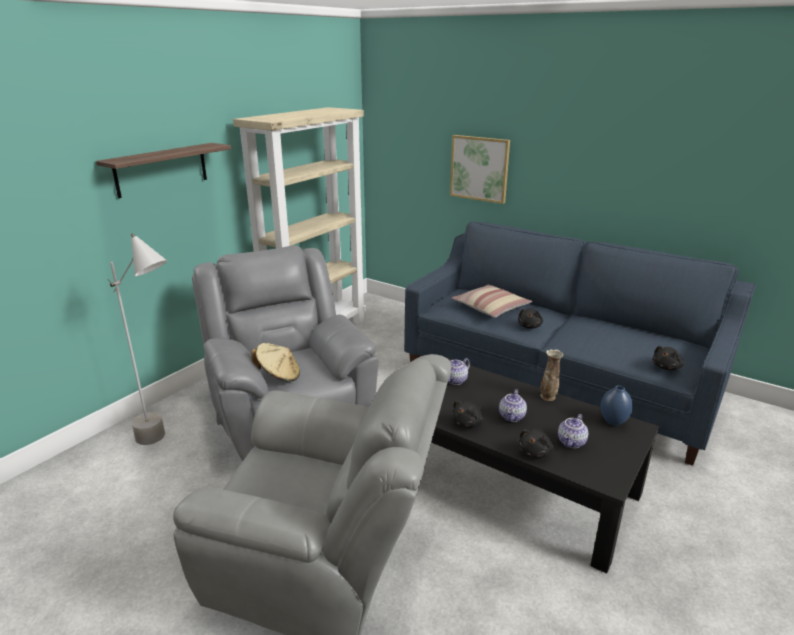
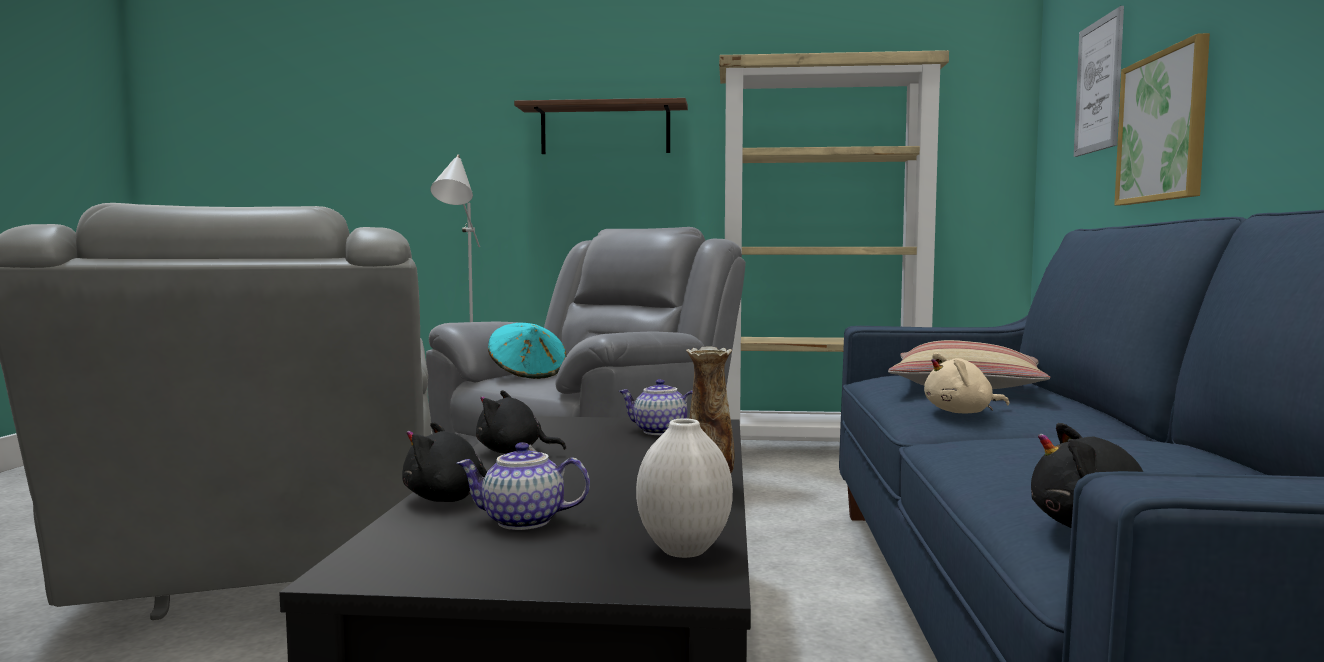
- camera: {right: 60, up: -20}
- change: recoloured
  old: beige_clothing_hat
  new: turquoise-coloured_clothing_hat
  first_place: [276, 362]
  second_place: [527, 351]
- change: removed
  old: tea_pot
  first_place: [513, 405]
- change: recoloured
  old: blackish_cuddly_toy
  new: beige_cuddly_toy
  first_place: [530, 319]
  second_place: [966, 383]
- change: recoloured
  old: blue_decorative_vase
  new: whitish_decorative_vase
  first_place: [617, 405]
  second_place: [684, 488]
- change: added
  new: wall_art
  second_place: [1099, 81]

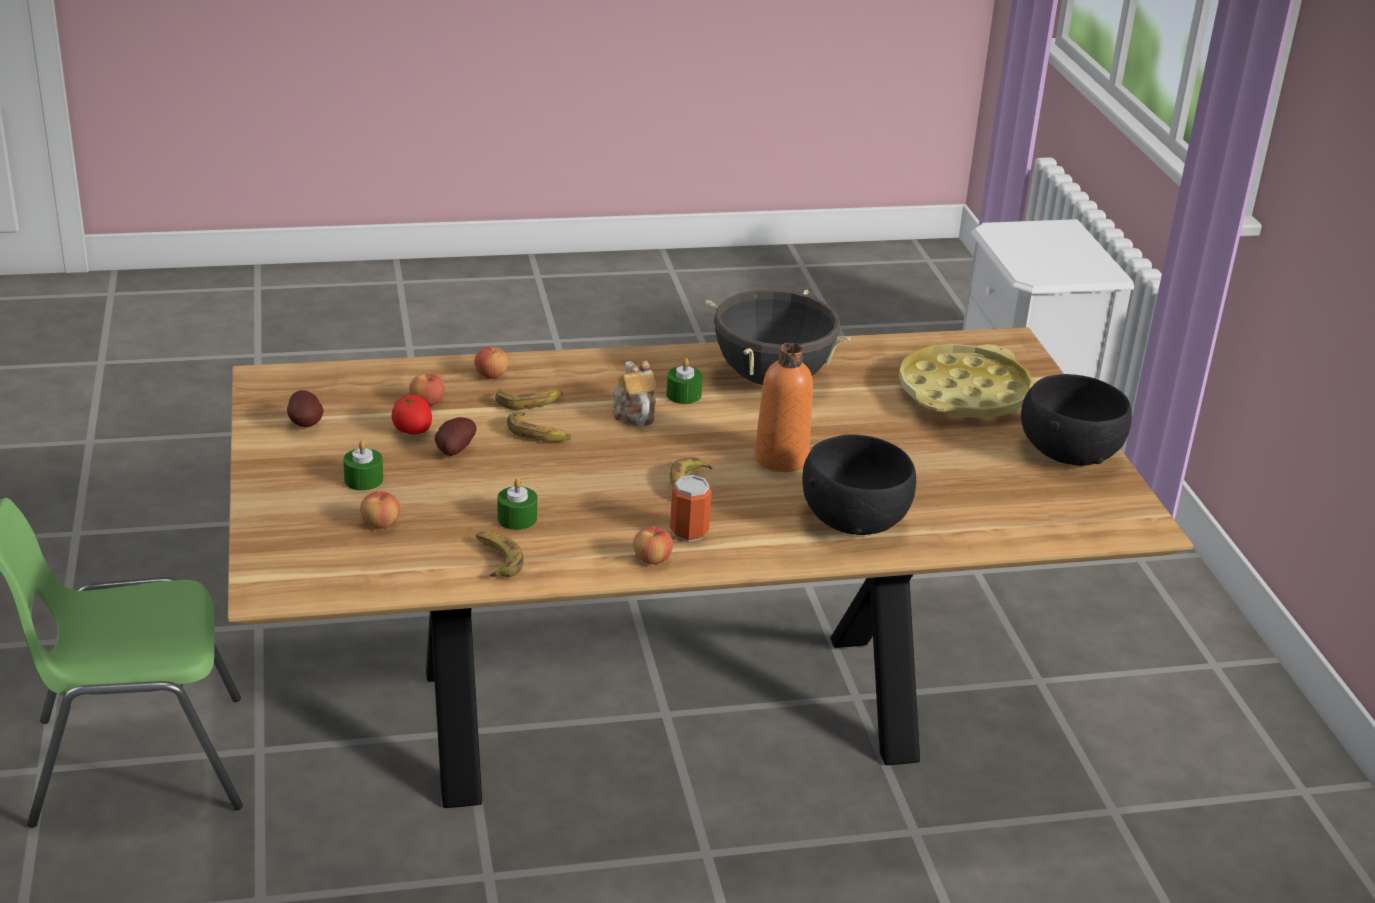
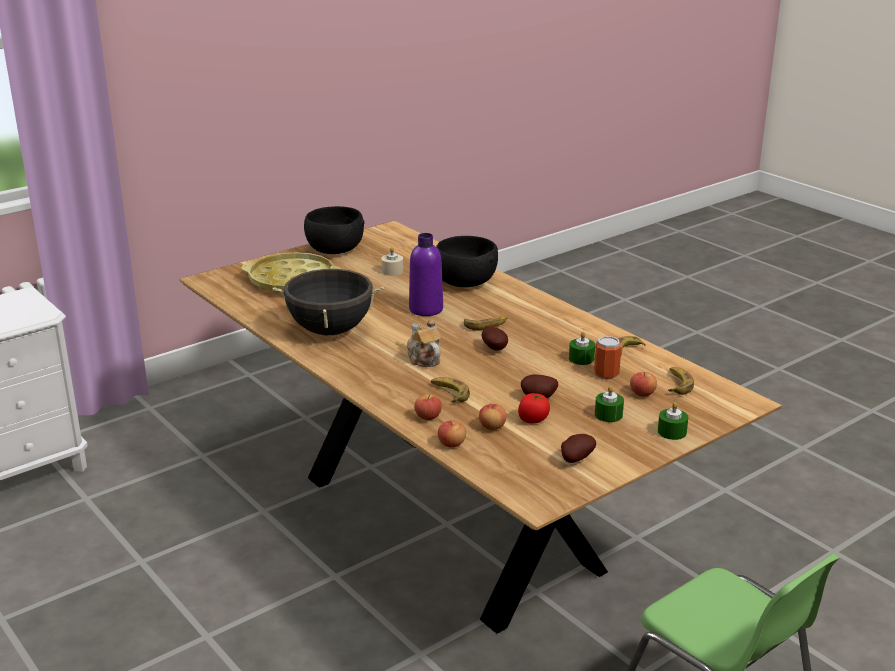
- camera: {right: -115, up: -5}
- change: moved
  old: banana
  first_place: [539, 427]
  second_place: [681, 381]
- change: turned
  old: tea_pot
  first_place: [635, 393]
  second_place: [424, 343]
  degrees: 105
- change: moved
  old: apple
  first_place: [653, 545]
  second_place: [452, 434]
- change: moved
  old: green-coloured_candle
  first_place: [684, 381]
  second_place: [673, 421]
- change: moved
  old: can
  first_place: [691, 508]
  second_place: [607, 358]
- change: recoloured
  old: orange_bottle
  new: purplish_bottle
  first_place: [783, 407]
  second_place: [426, 274]
- change: added
  new: beige_candle
  second_place: [392, 261]
- change: added
  new: spud
  second_place: [495, 338]

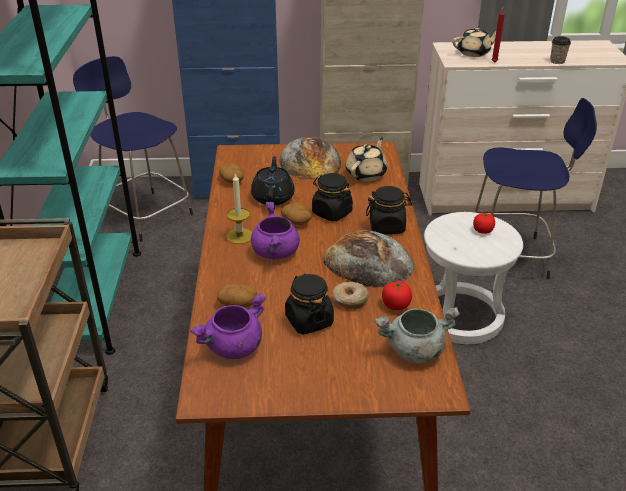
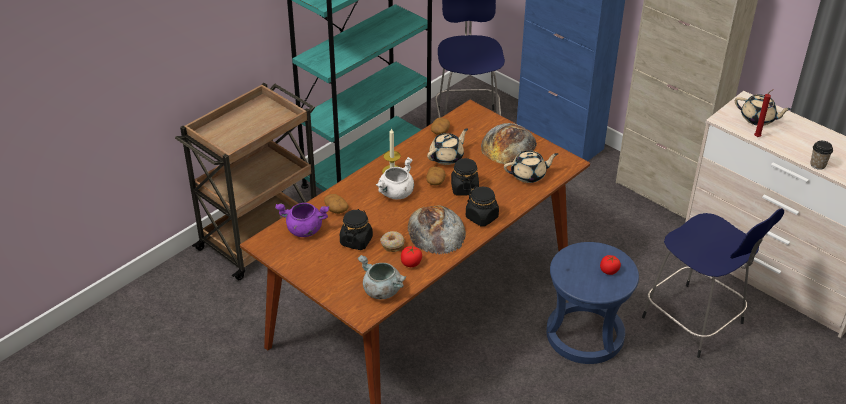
- camera: {right: 45, up: 5}
- change: recoloured
  old: blackish_tea_pot
  new: beige_tea_pot
  first_place: [273, 180]
  second_place: [447, 146]
- change: recoloured
  old: purplish_stockpot
  new: whitish_stockpot
  first_place: [275, 230]
  second_place: [395, 178]
- change: recoloured
  old: whitish_stool_seat
  new: blue_stool_seat
  first_place: [473, 278]
  second_place: [592, 303]

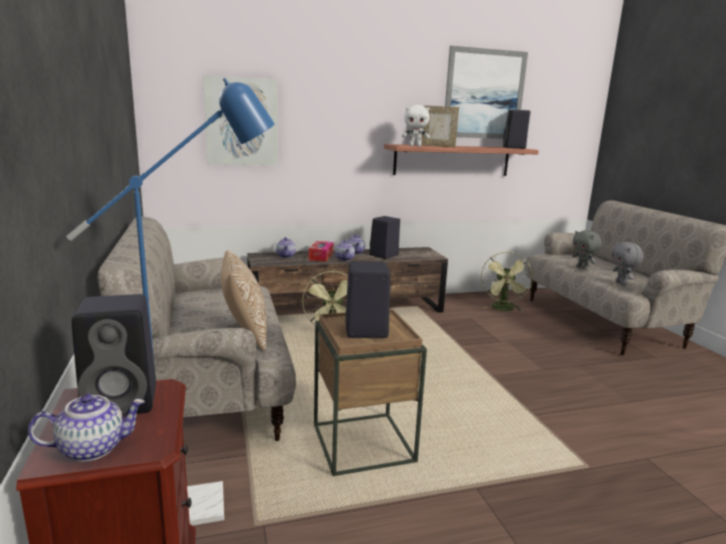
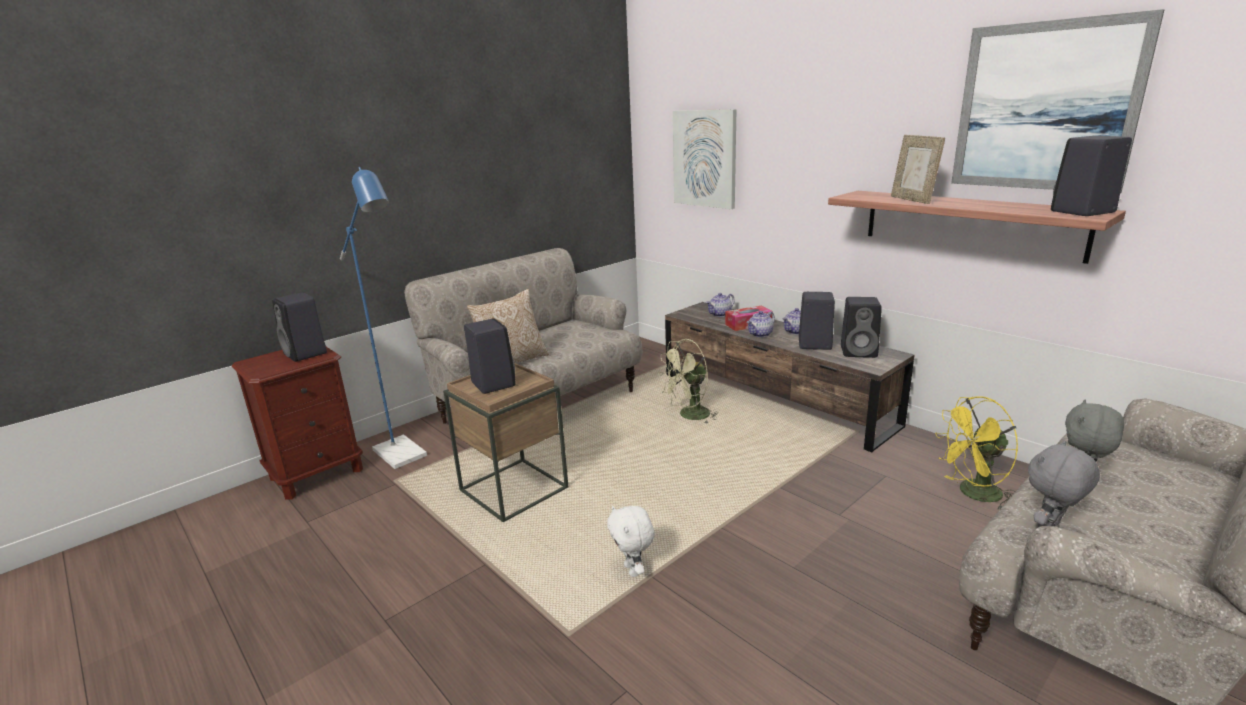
- camera: {right: 65, up: 5}
- change: removed
  old: tea_pot
  first_place: [86, 428]
- change: moved
  old: whitish_cuddly_toy
  first_place: [416, 126]
  second_place: [631, 541]
- change: recoloured
  old: green-coloured_fan
  new: yellow-coloured_fan
  first_place: [507, 281]
  second_place: [976, 453]
- change: added
  new: blackish_audio_speaker
  second_place: [861, 327]

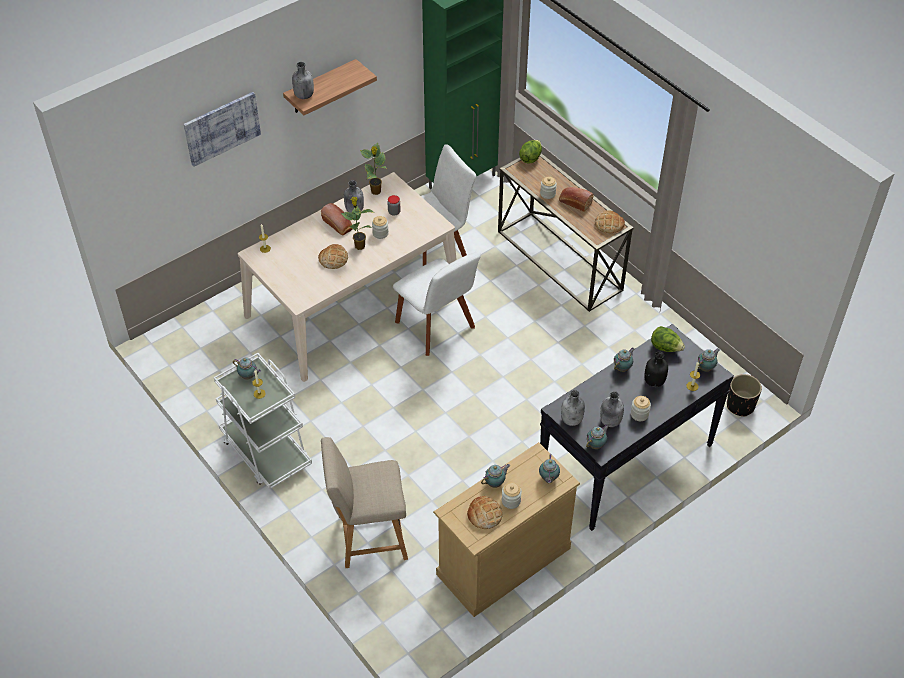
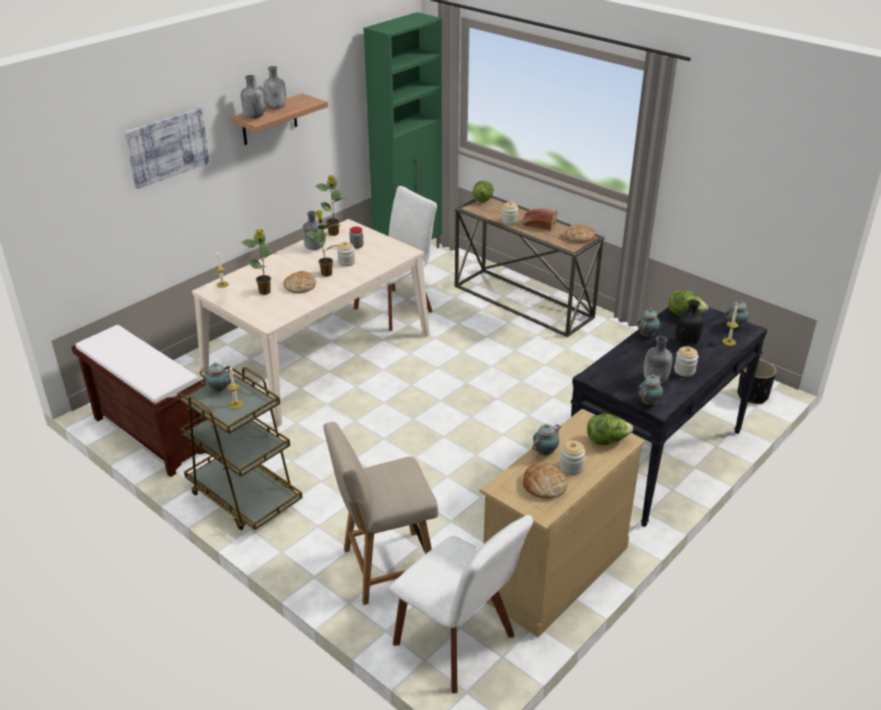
- camera: {right: -10, up: -15}
- change: recoloured
  old: whitish_wheeled_cart
  new: brown-coloured_wheeled_cart
  first_place: [262, 421]
  second_place: [239, 448]
- change: removed
  old: bakery_bread
  first_place: [336, 219]
- change: moved
  old: whitish_plain_chair
  first_place: [437, 303]
  second_place: [461, 604]
- change: replaced
  old: tea_pot
  new: head_of_lettuce
  first_place: [549, 468]
  second_place: [610, 429]
- change: moved
  old: greyish_bottle
  first_place: [573, 408]
  second_place: [274, 87]
- change: added
  new: brown-coloured_indoor_bench
  second_place: [140, 401]
- change: added
  new: plant_in_a_pot
  second_place: [258, 262]

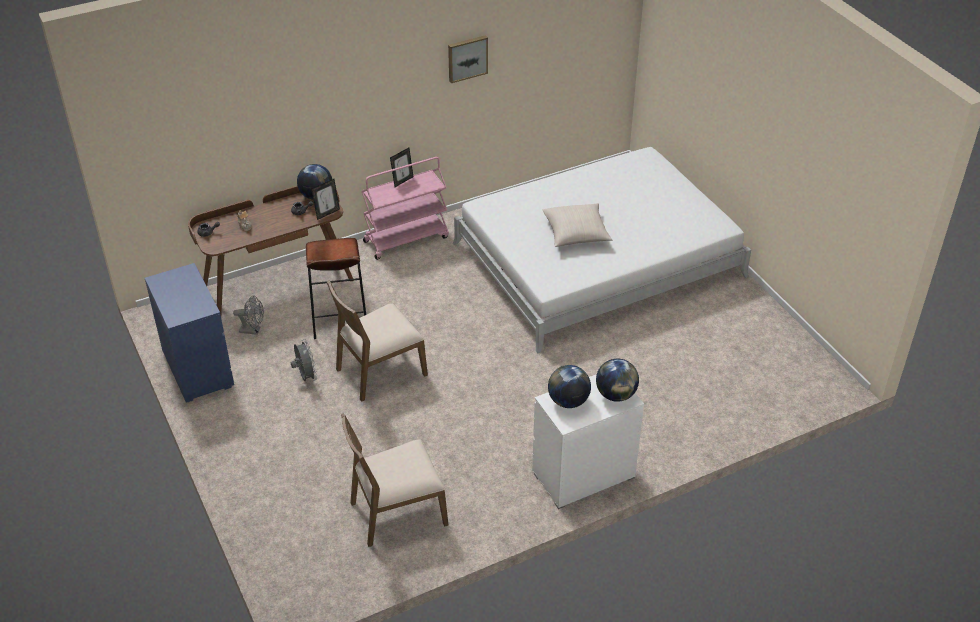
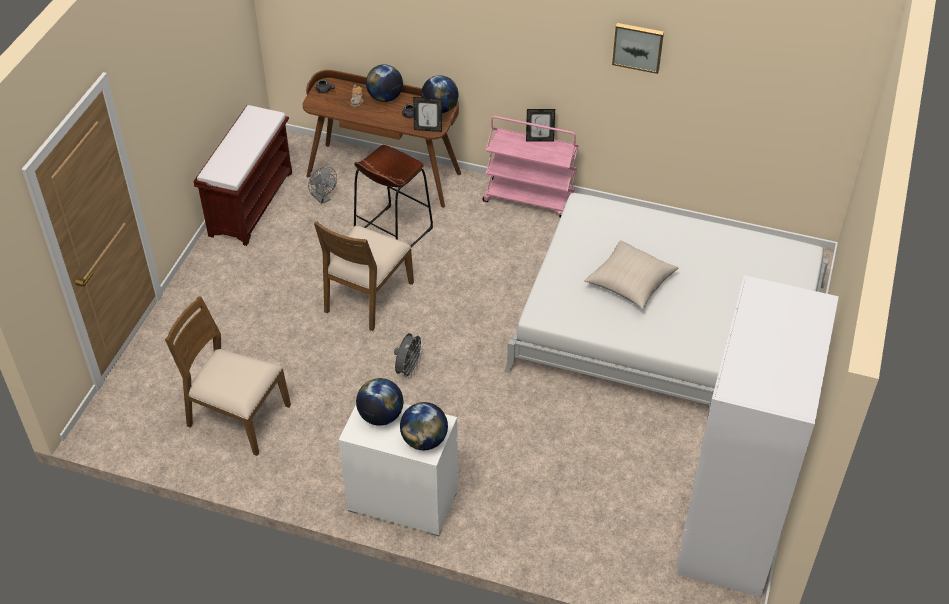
- camera: {right: 45, up: 5}
- change: replaced
  old: blue_chest_of_drawers
  new: brown-coloured_indoor_bench
  first_place: [189, 333]
  second_place: [243, 175]
- change: moved
  old: greyish_fan
  first_place: [304, 360]
  second_place: [409, 356]
- change: turned
  old: brown-coloured_plain_chair
  first_place: [377, 341]
  second_place: [364, 276]
  degrees: -75
- change: added
  new: desk_globe
  second_place: [384, 83]
- change: added
  new: whitish_wardrobe
  second_place: [757, 436]

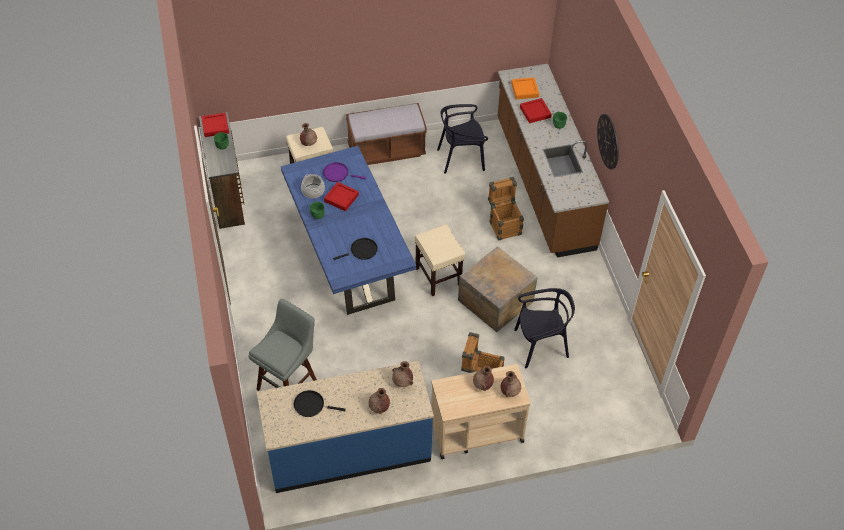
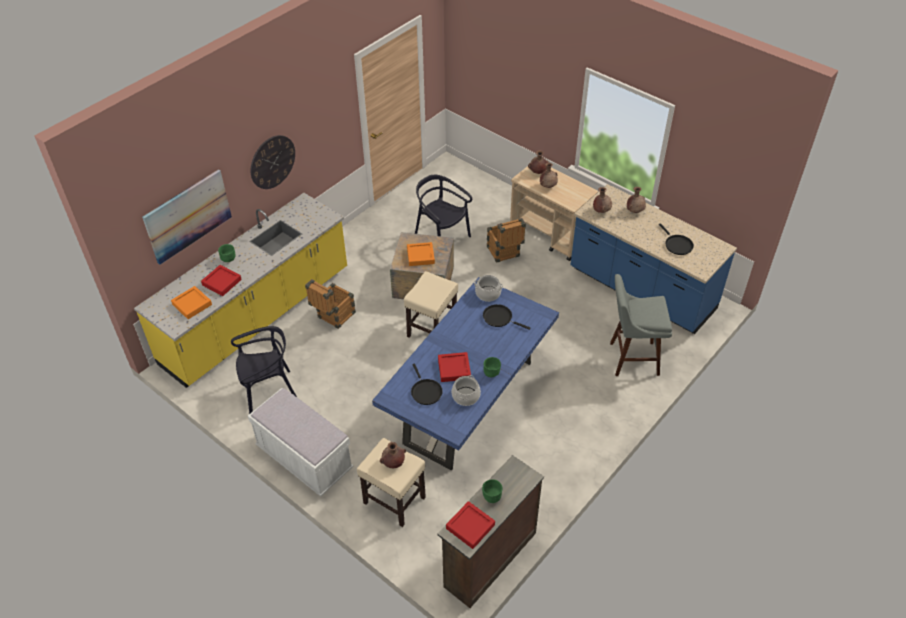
- camera: {right: -125, up: -5}
- change: recoloured
  old: purplish_pan
  new: blackish_pan
  first_place: [344, 172]
  second_place: [427, 384]
- change: recoloured
  old: brown-coloured_indoor_bench
  new: whitish_indoor_bench
  first_place: [386, 134]
  second_place: [300, 442]
- change: turned
  old: blackish_plain_chair
  first_place: [462, 139]
  second_place: [264, 370]
  degrees: -60
- change: recoloured
  old: brown-coloured_kitchen_base_unit
  new: yellow-coloured_kitchen_base_unit
  first_place: [553, 161]
  second_place: [240, 290]
- change: added
  new: wall_art
  second_place: [187, 217]
- change: added
  new: orange_tray
  second_place: [421, 254]
- change: added
  new: stockpot
  second_place: [488, 288]

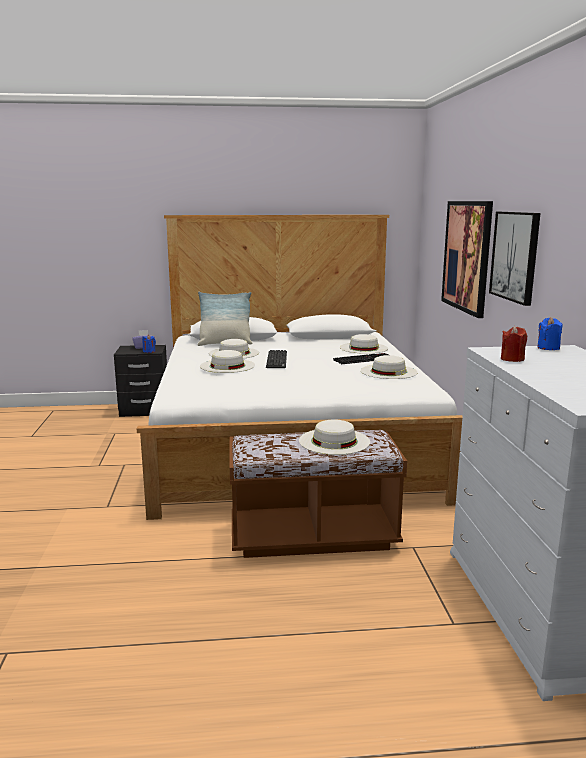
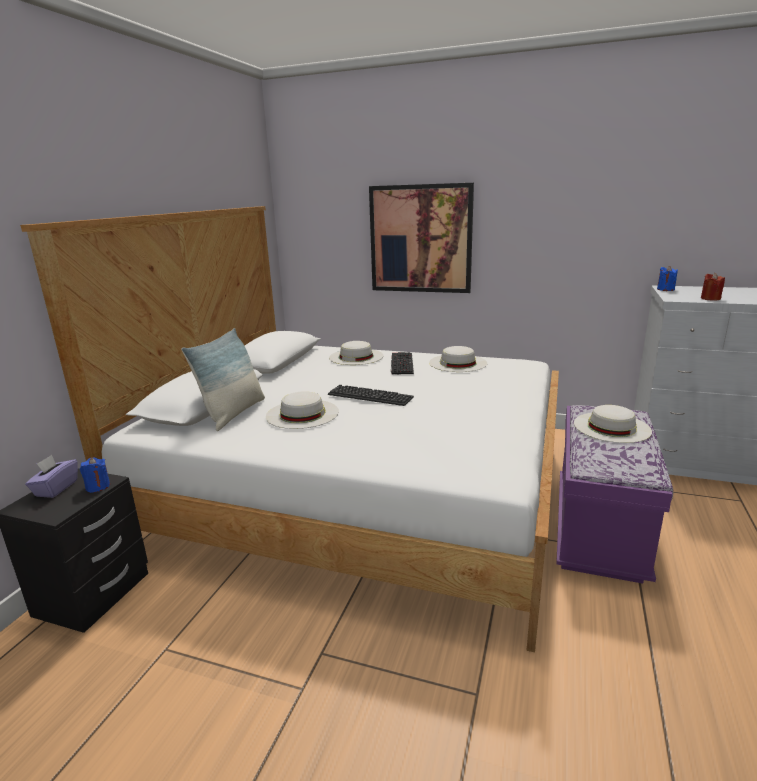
- camera: {right: -65, up: 5}
- change: removed
  old: whitish_clothing_hat
  first_place: [227, 361]
- change: recoloured
  old: brown-coloured_indoor_bench
  new: purplish_indoor_bench
  first_place: [318, 494]
  second_place: [614, 494]
- change: removed
  old: wall_art
  first_place: [514, 259]

